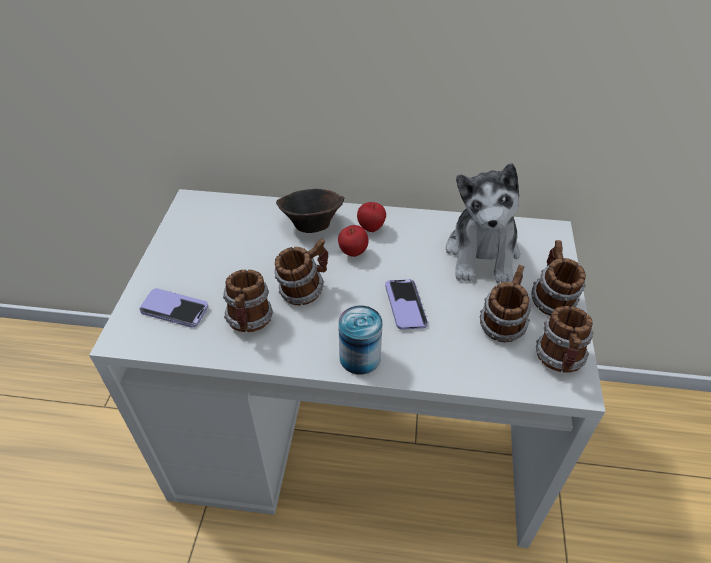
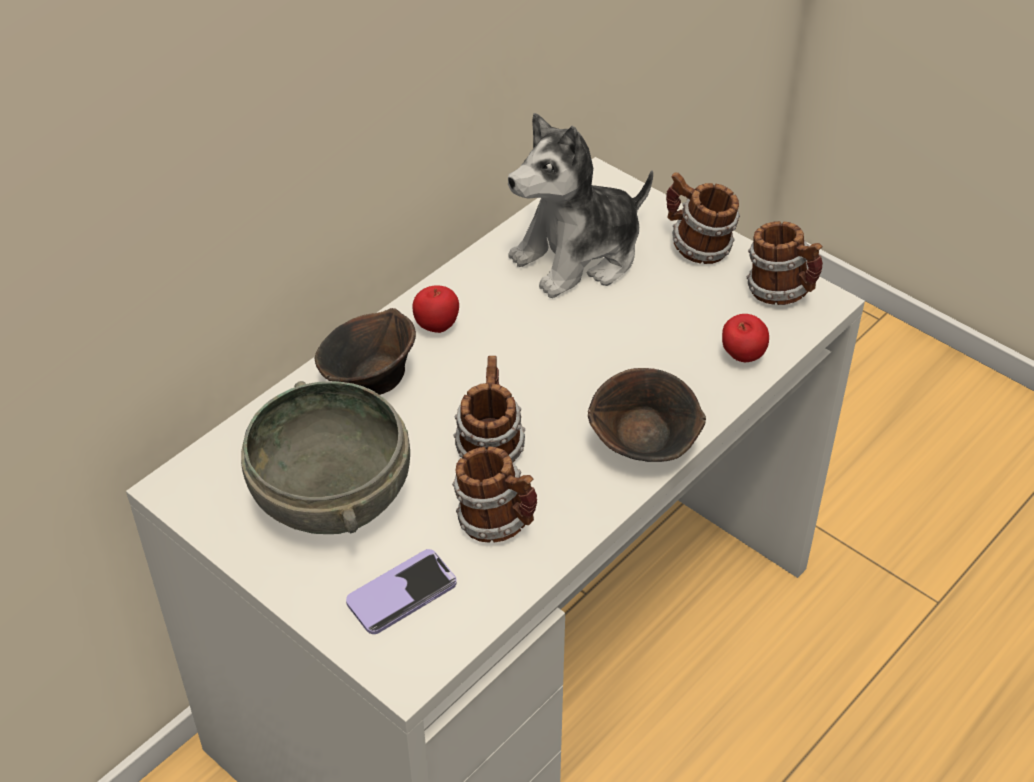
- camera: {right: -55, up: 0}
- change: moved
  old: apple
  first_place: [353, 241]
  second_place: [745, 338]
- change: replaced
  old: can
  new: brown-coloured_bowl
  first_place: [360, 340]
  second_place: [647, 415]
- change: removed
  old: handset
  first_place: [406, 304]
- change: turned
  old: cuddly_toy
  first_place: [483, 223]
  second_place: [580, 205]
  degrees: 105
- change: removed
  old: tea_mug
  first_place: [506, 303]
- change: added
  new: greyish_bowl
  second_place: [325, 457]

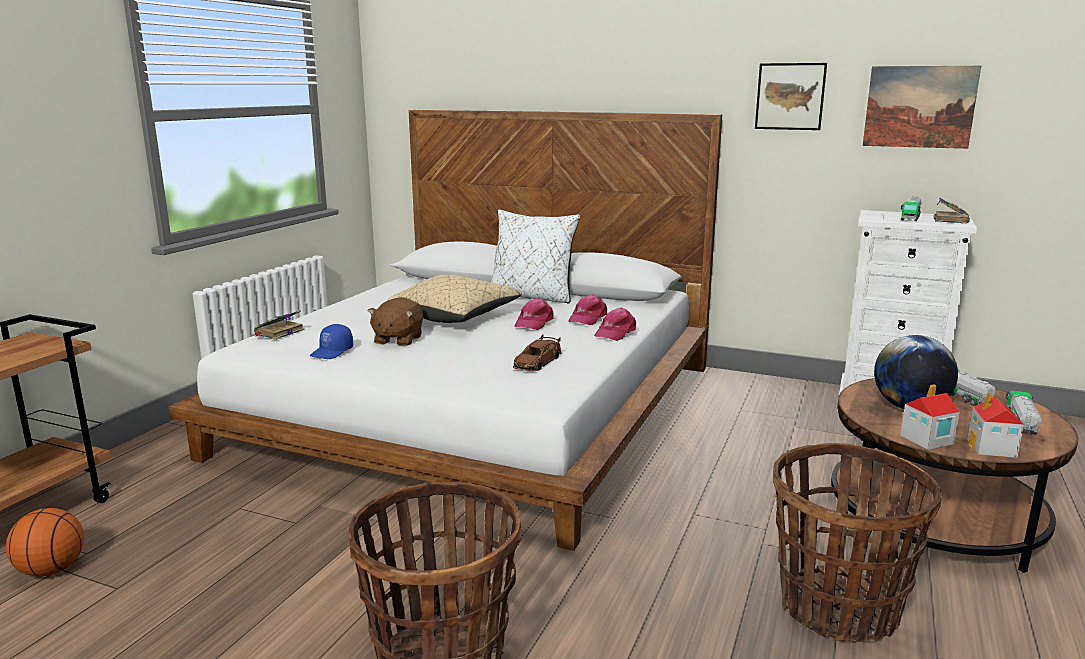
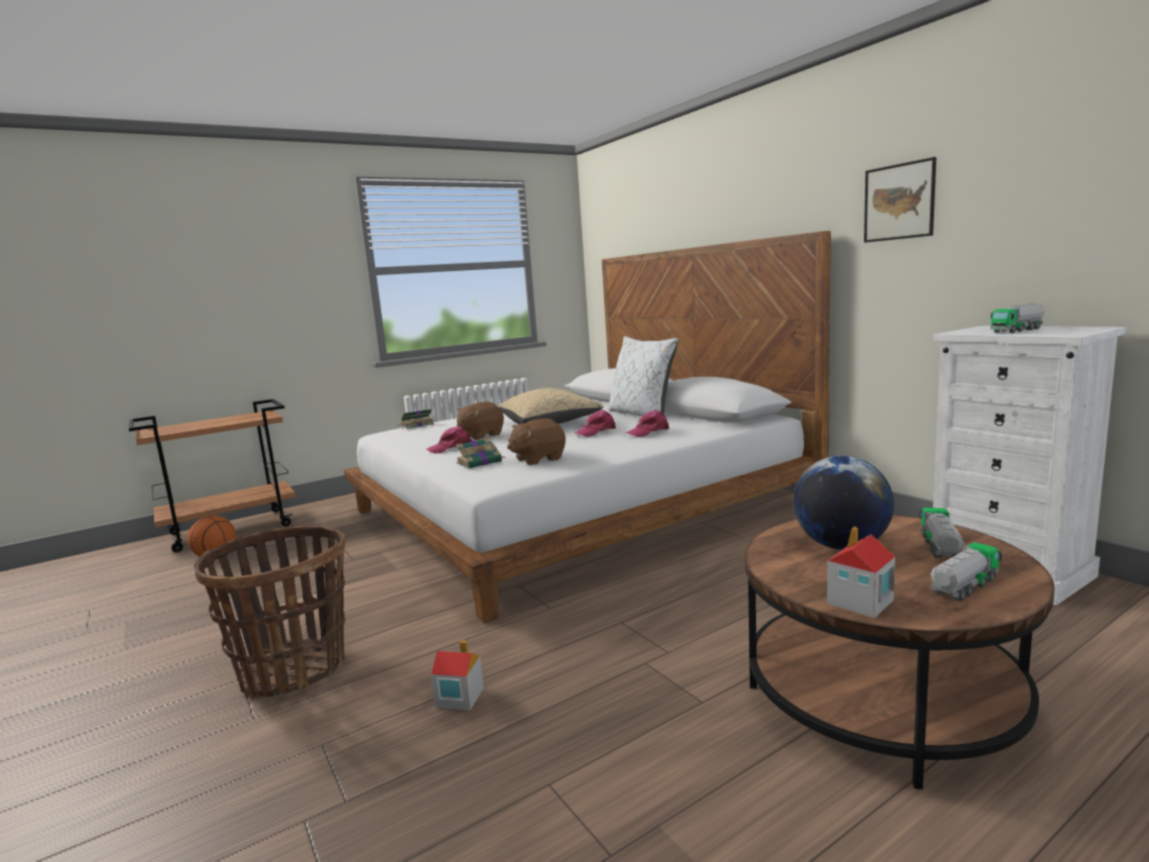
- camera: {right: 35, up: -5}
- change: removed
  old: blue_peaked_cap
  first_place: [331, 341]
- change: replaced
  old: brown-coloured_miniature_car
  new: brown-coloured_cuddly_toy
  first_place: [537, 353]
  second_place: [536, 442]
- change: moved
  old: pink-coloured_peaked_cap
  first_place: [615, 324]
  second_place: [449, 440]
- change: removed
  old: storage_basket
  first_place: [857, 542]
- change: removed
  old: wall_art
  first_place: [922, 107]
- change: moved
  old: toy_house
  first_place: [930, 417]
  second_place: [457, 675]
- change: moved
  old: bound_book
  first_place: [951, 211]
  second_place: [480, 453]

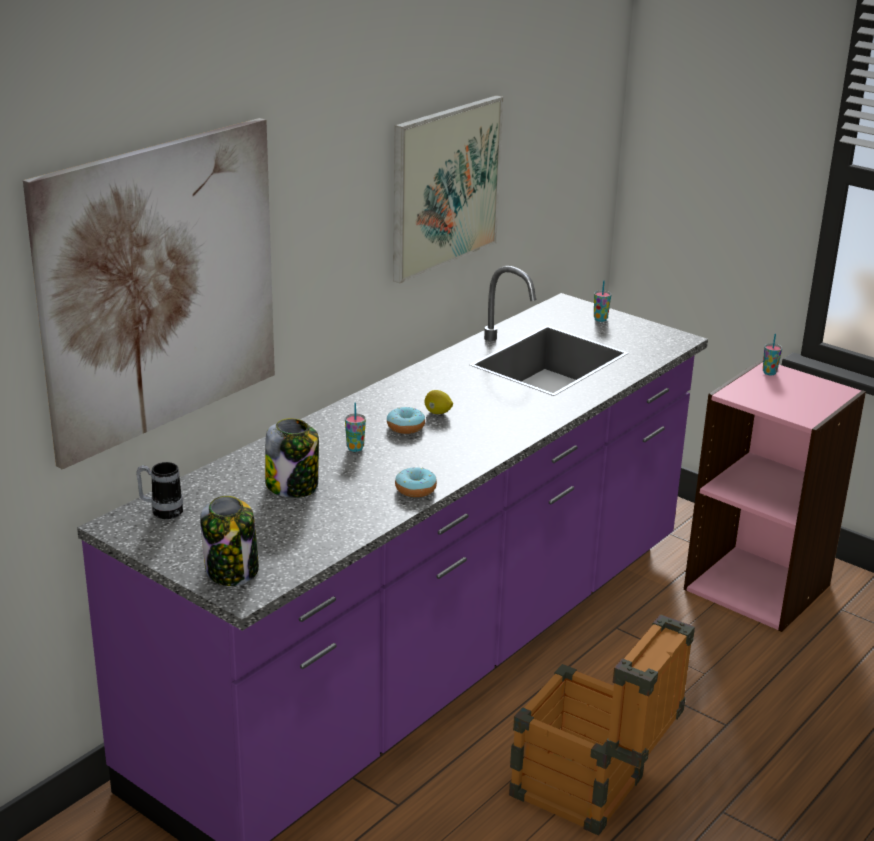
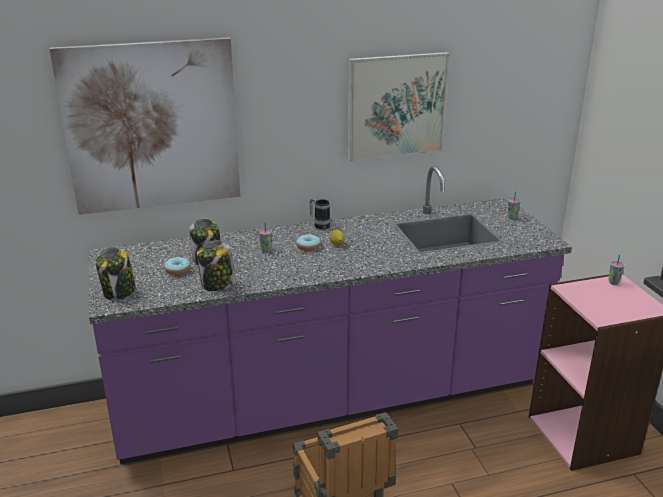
- camera: {right: 35, up: 0}
- change: moved
  old: tea_mug
  first_place: [159, 490]
  second_place: [320, 214]
- change: moved
  old: donut
  first_place: [416, 482]
  second_place: [177, 266]
- change: added
  new: jar
  second_place: [216, 265]

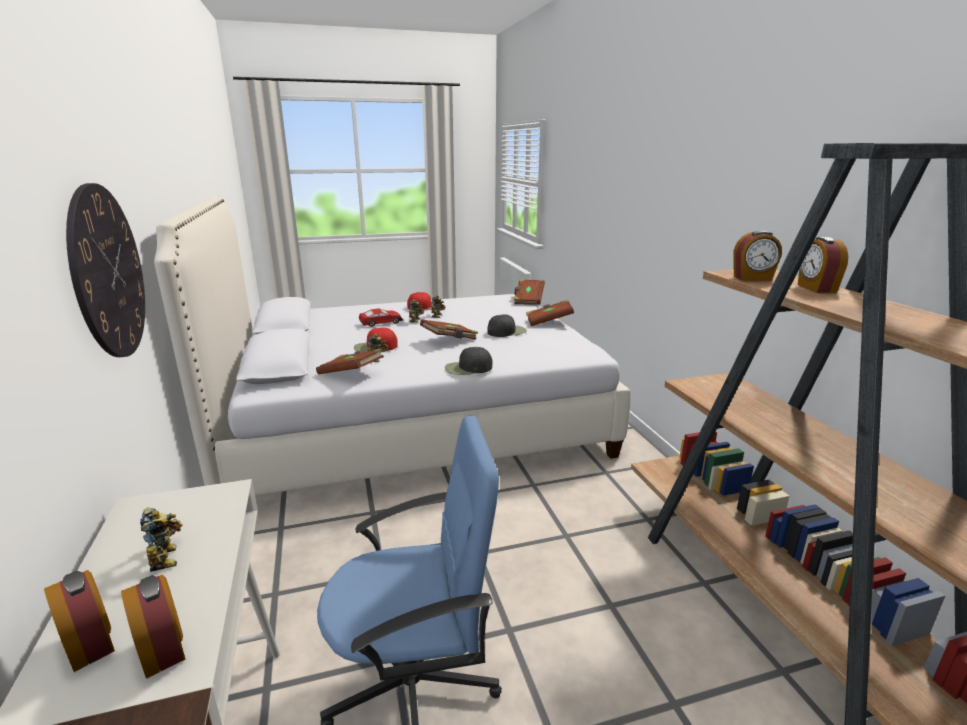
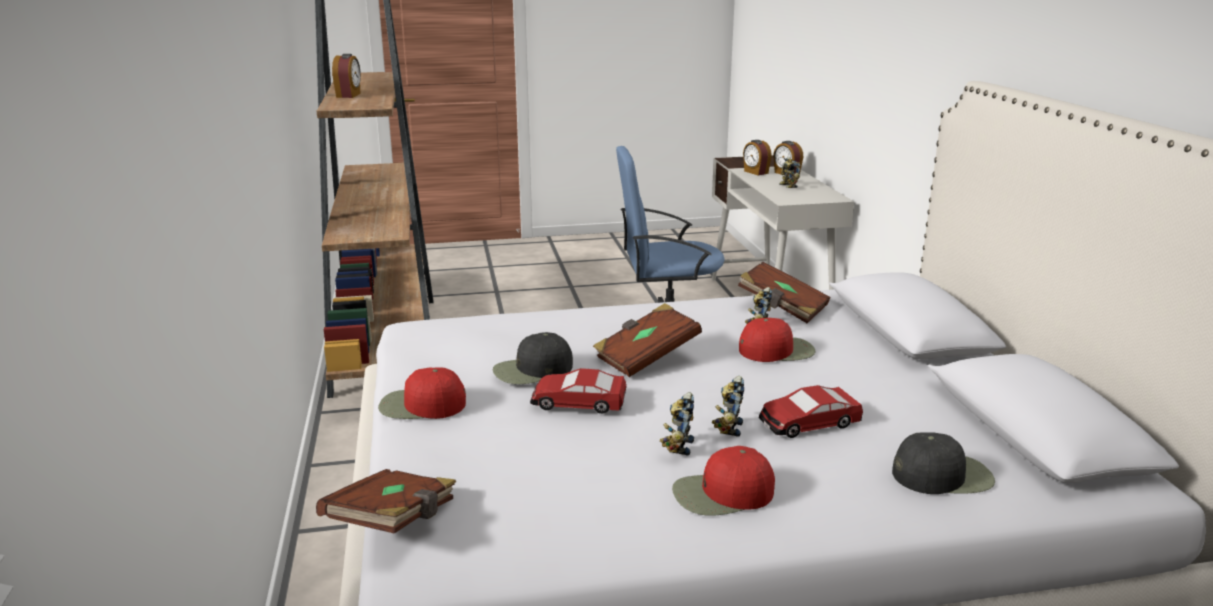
- camera: {right: -175, up: 0}
- change: removed
  old: wall_clock
  first_place: [105, 270]
- change: moved
  old: blackish_peaked_cap
  first_place: [469, 361]
  second_place: [943, 463]
- change: replaced
  old: brown-coloured_bound_book
  new: reddish_peaked_cap
  first_place: [550, 312]
  second_place: [422, 393]
- change: removed
  old: alarm_clock
  first_place: [757, 255]
- change: added
  new: miniature_car
  second_place: [578, 391]

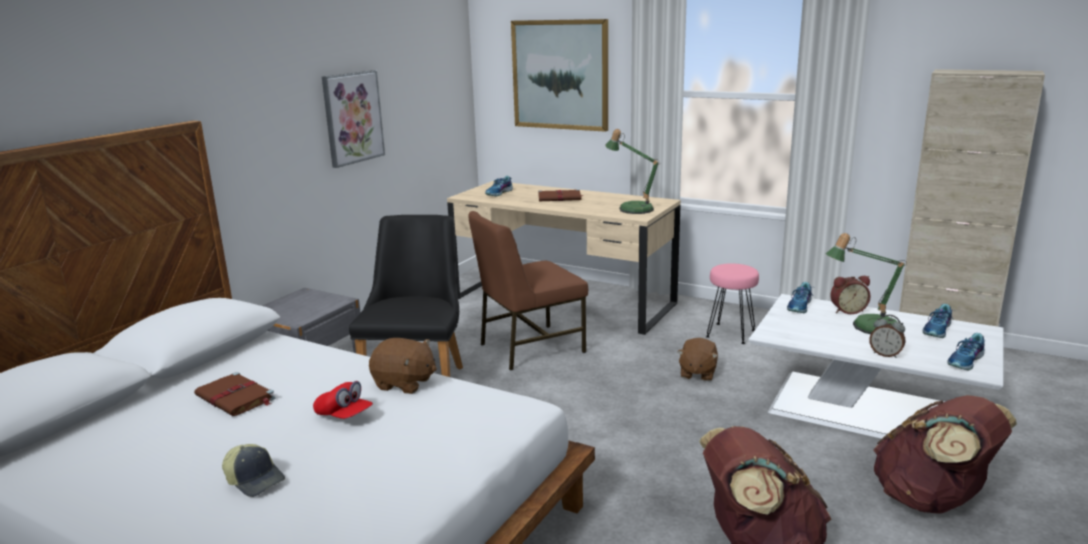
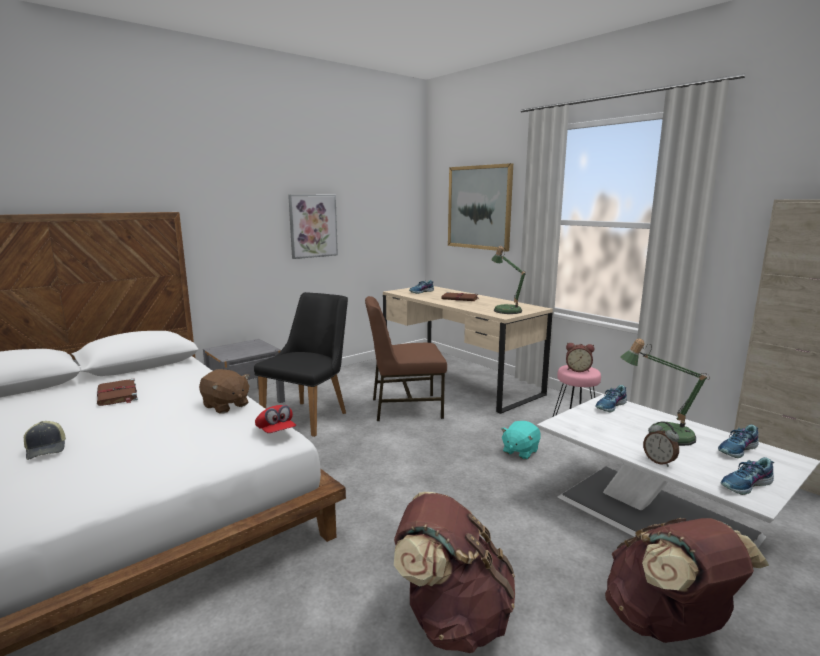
- camera: {right: 20, up: -5}
- change: moved
  old: reddish_peaked_cap
  first_place: [343, 400]
  second_place: [275, 419]
- change: recoloured
  old: brown-coloured_cuddly_toy
  new: turquoise-coloured_cuddly_toy
  first_place: [697, 359]
  second_place: [521, 440]
- change: moved
  old: alarm_clock
  first_place: [850, 295]
  second_place: [580, 357]

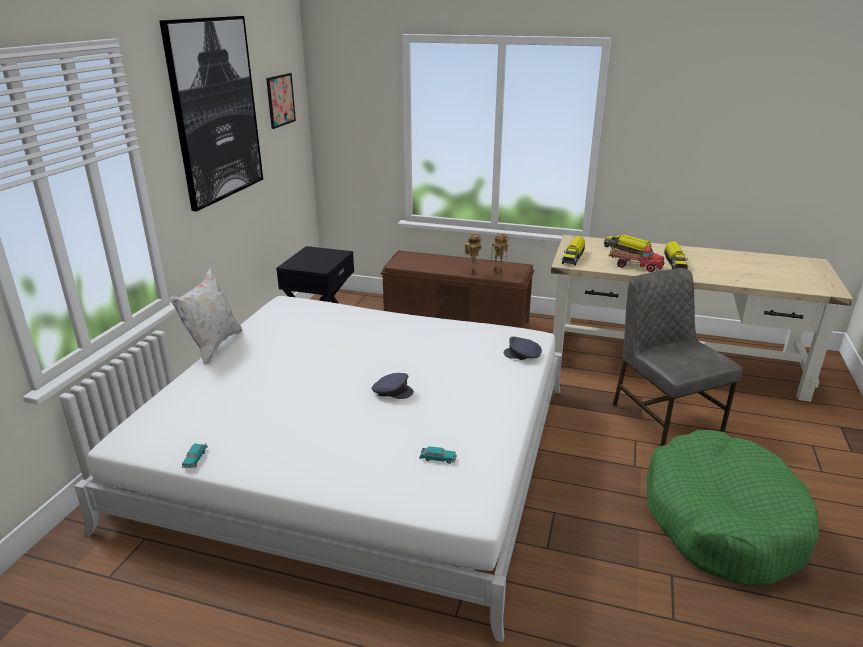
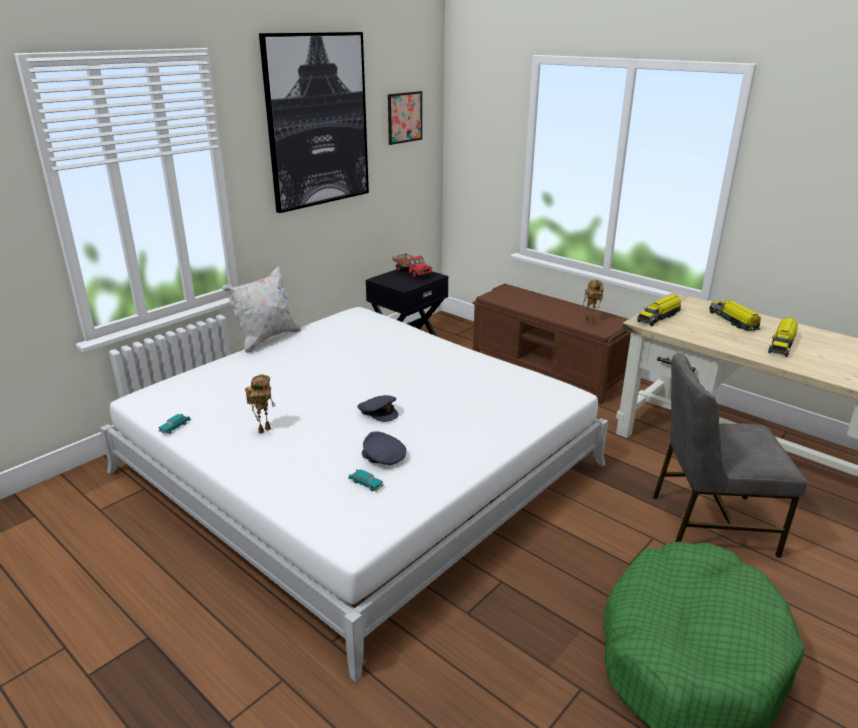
- camera: {right: 25, up: 0}
- change: moved
  old: robot_figure
  first_place: [473, 254]
  second_place: [260, 404]
- change: moved
  old: greyish_peaked_cap
  first_place: [523, 348]
  second_place: [384, 448]
- change: moved
  old: toy_truck
  first_place: [637, 259]
  second_place: [412, 265]
- change: turned
  old: greyish_plain_chair
  first_place: [677, 357]
  second_place: [730, 455]
  degrees: -90

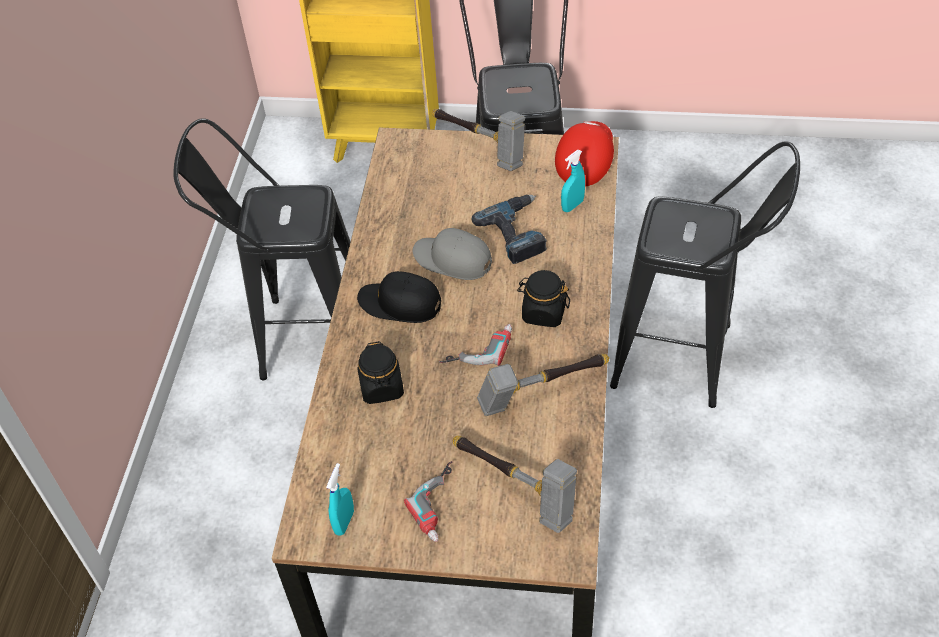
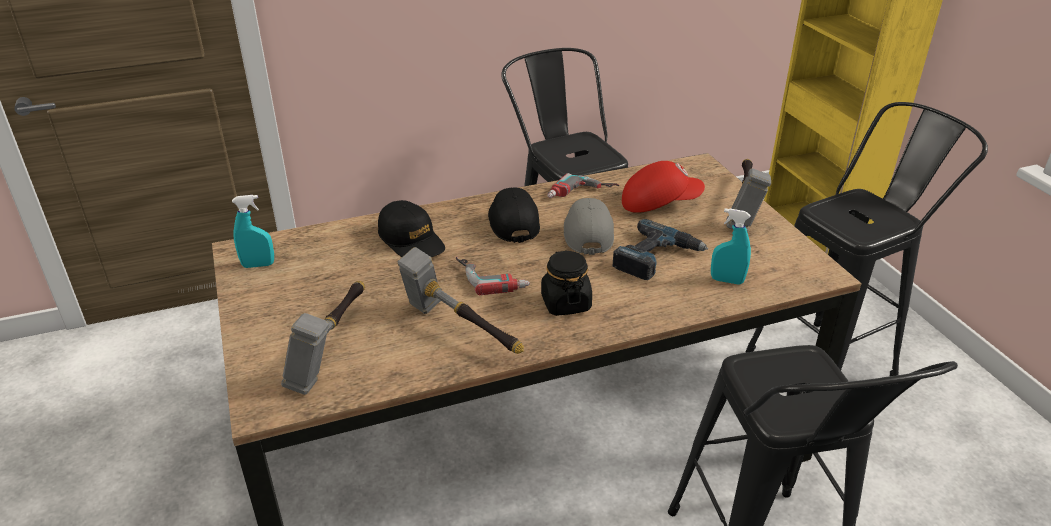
- camera: {right: 60, up: -15}
- change: replaced
  old: blackish_jar
  new: blackish_peaked_cap
  first_place: [380, 372]
  second_place: [411, 228]
- change: moved
  old: electric_drill
  first_place: [428, 501]
  second_place: [583, 185]
- change: moved
  old: reddish_peaked_cap
  first_place: [584, 154]
  second_place: [663, 187]

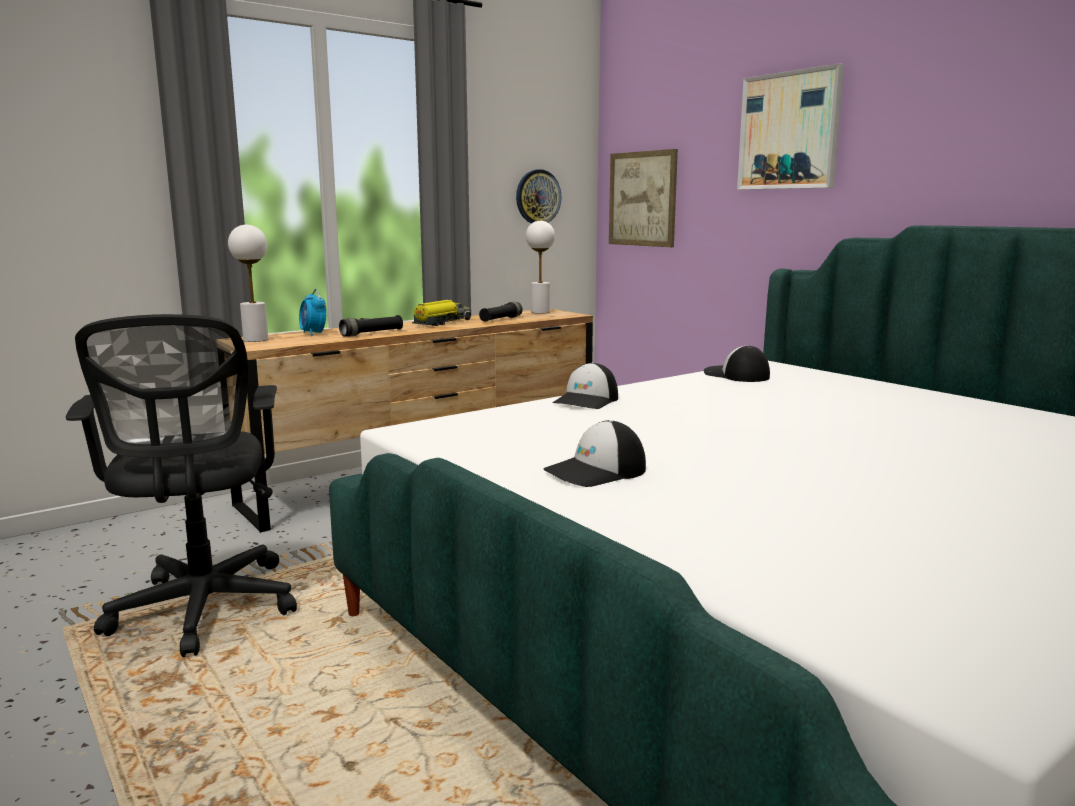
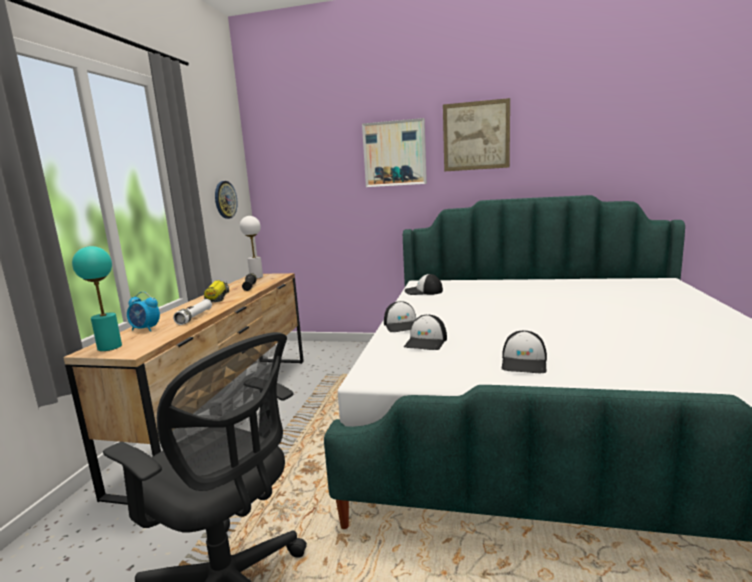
- camera: {right: -40, up: 0}
- change: recoloured
  old: whitish_lamp_for_a_table
  new: turquoise-coloured_lamp_for_a_table
  first_place: [248, 283]
  second_place: [97, 298]
- change: recoloured
  old: blackish_torch
  new: whitish_torch
  first_place: [371, 326]
  second_place: [192, 312]
- change: moved
  old: wall_art
  first_place: [643, 198]
  second_place: [476, 135]
- change: added
  new: peaked_cap
  second_place: [425, 332]

